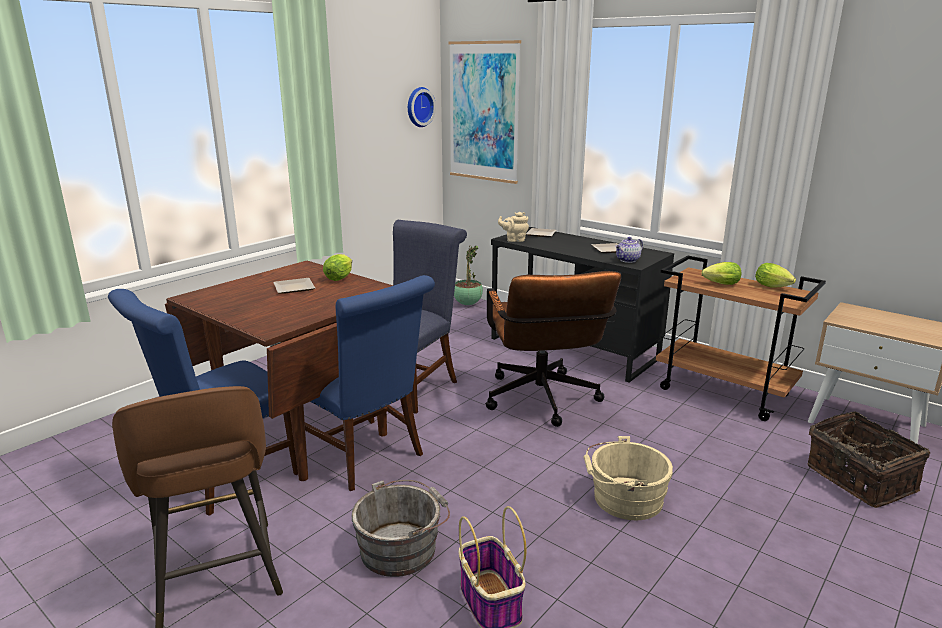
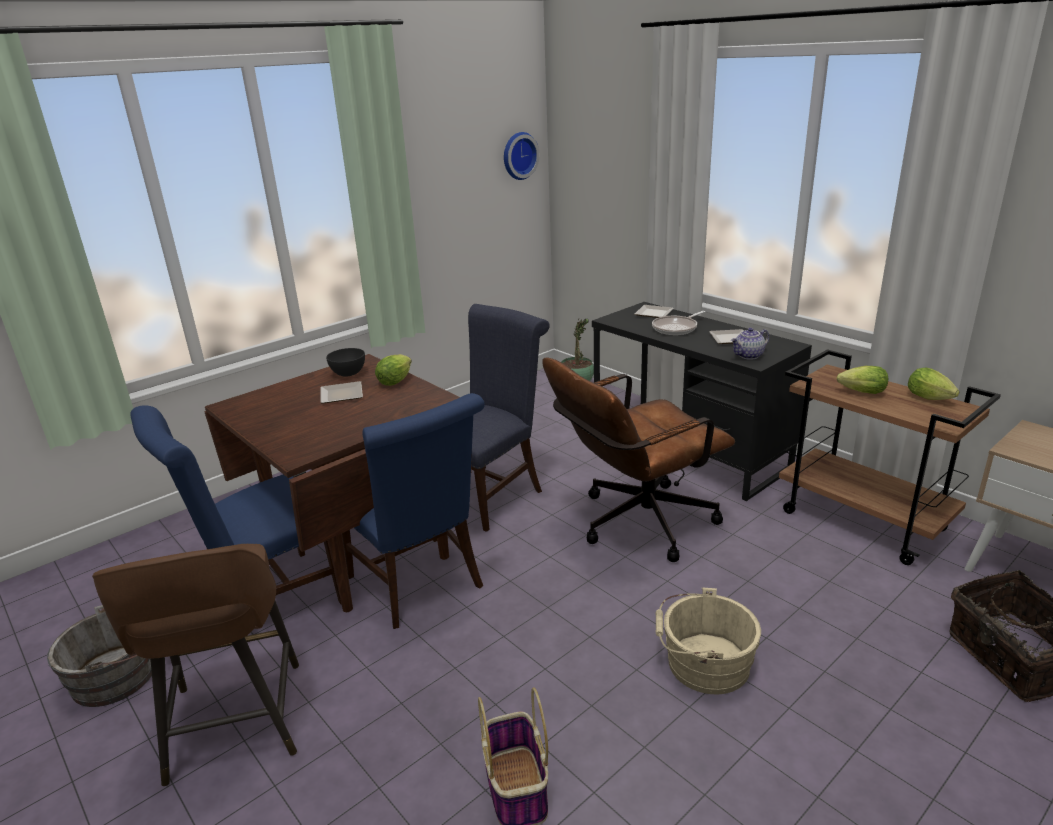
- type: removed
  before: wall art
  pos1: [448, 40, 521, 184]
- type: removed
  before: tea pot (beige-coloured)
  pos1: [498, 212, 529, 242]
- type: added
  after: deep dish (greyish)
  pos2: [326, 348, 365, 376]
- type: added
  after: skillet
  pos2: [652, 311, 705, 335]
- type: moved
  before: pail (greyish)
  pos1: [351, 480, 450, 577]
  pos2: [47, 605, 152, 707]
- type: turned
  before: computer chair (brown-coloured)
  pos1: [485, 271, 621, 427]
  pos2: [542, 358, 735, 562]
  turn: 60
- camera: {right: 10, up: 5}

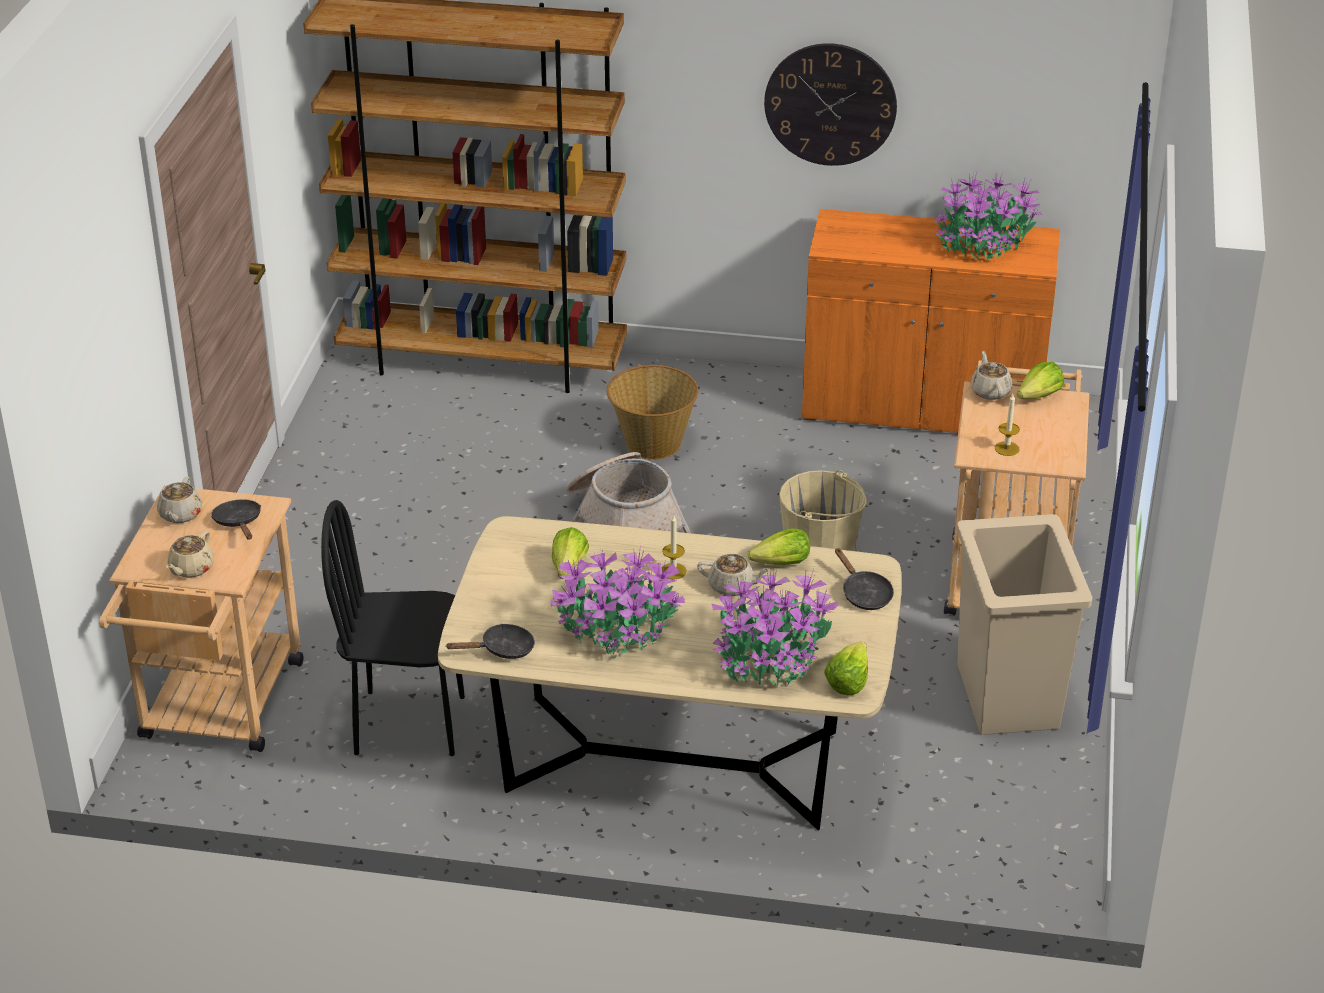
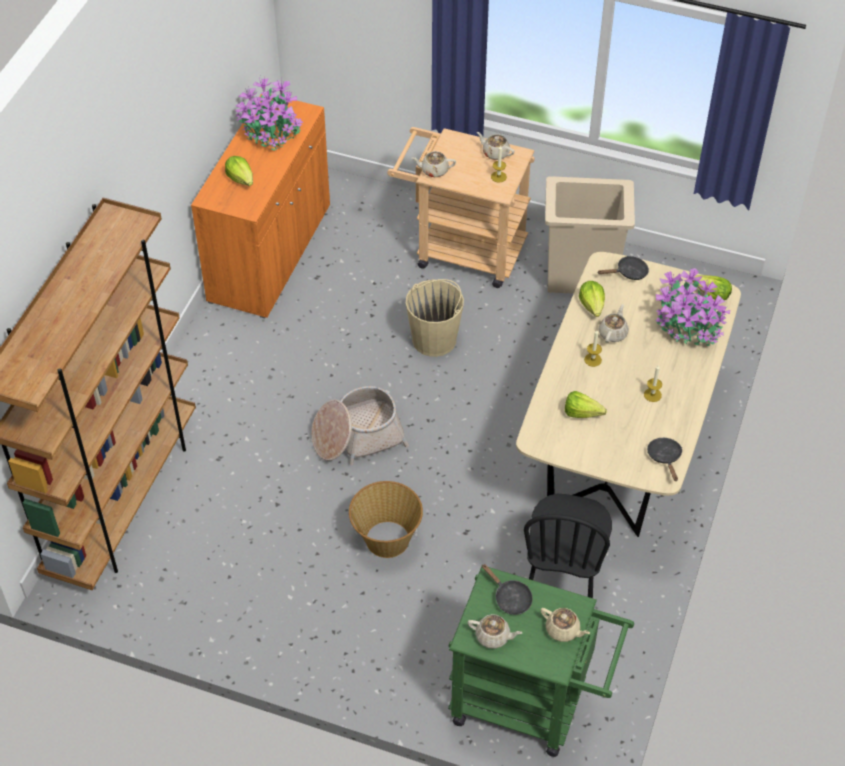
- type: removed
  before: clock on the wall
  pos1: [764, 43, 897, 166]
- type: added
  after: tea pot (beige-coloured)
  pos2: [477, 132, 514, 160]
- type: moved
  before: basket
  pos1: [607, 365, 699, 460]
  pos2: [349, 481, 423, 558]
- type: moved
  before: head of lettuce
  pos1: [1017, 362, 1064, 399]
  pos2: [225, 156, 253, 186]
- type: replaced
  before: houseplant
  after: candle
  pos1: [550, 545, 685, 658]
  pos2: [644, 365, 662, 402]
- type: recoloured
  before: cart (beige-coloured)
  after: cart (green-coloured)
  pos1: [99, 485, 304, 752]
  pos2: [448, 565, 634, 757]
- type: turned
  before: skillet (blackish)
  pos1: [211, 499, 261, 540]
  pos2: [482, 564, 533, 615]
  turn: -120
- camera: {right: -80, up: 15}

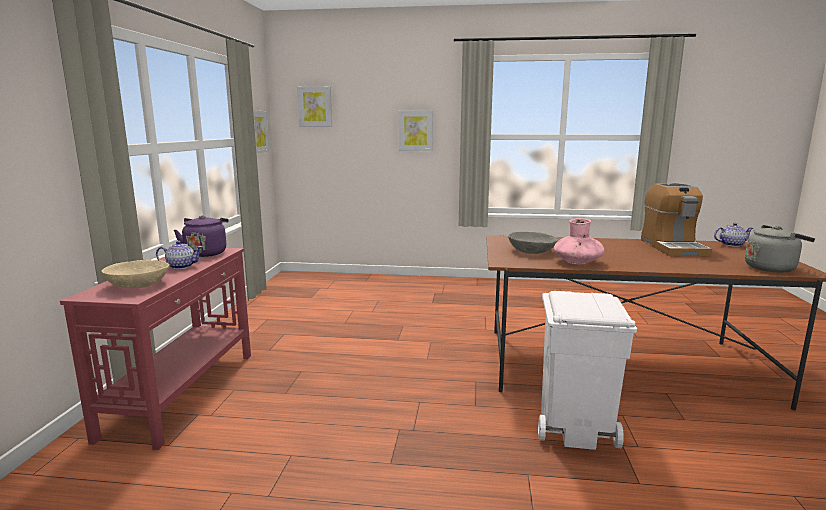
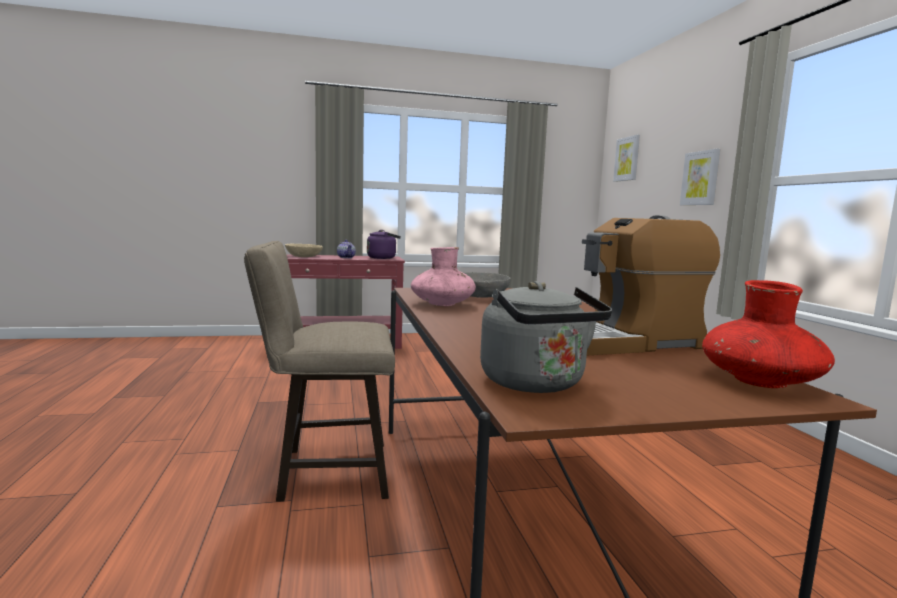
- type: removed
  before: wall art
  pos1: [253, 110, 269, 153]
- type: replaced
  before: rubbish bin (whitish)
  after: stool seat (beige-coloured)
  pos1: [538, 291, 637, 450]
  pos2: [244, 241, 395, 501]
- type: replaced
  before: tea pot
  after: flower vase (red)
  pos1: [714, 223, 754, 247]
  pos2: [702, 280, 835, 388]
- camera: {right: 70, up: -5}

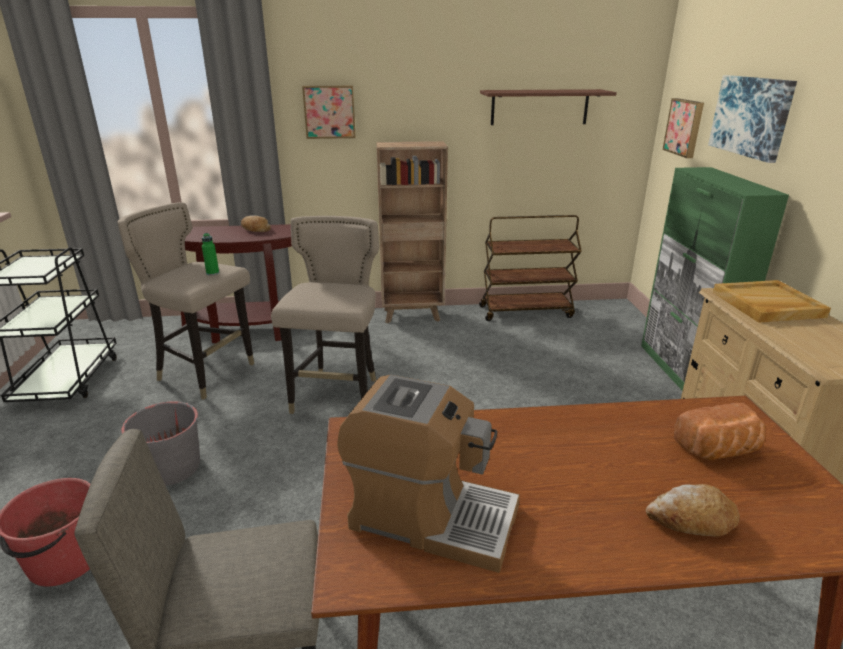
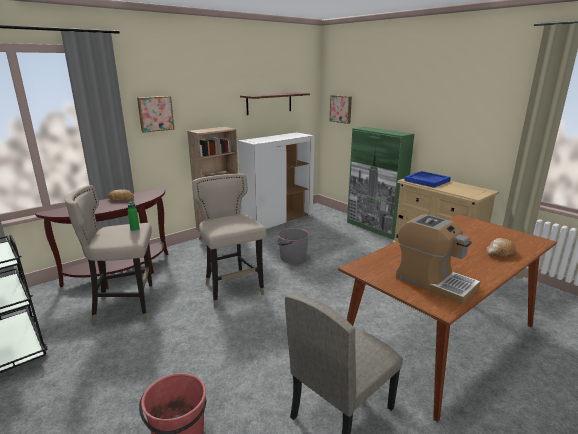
- type: removed
  before: bread
  pos1: [674, 403, 766, 460]
- type: removed
  before: wall art
  pos1: [708, 75, 797, 163]
- type: moved
  before: pail (greyish)
  pos1: [121, 401, 200, 486]
  pos2: [277, 228, 309, 264]
- type: replaced
  before: cart (brown-coloured)
  after: cupboard (whitish)
  pos1: [479, 215, 582, 321]
  pos2: [238, 132, 315, 229]
- type: recoloured
  before: serving tray (beige-coloured)
  after: serving tray (blue)
  pos1: [713, 280, 831, 323]
  pos2: [404, 171, 451, 188]
- type: turned
  before: coffee maker
  pos1: [337, 375, 520, 573]
  pos2: [396, 214, 480, 304]
  turn: 60
- camera: {right: -35, up: -5}

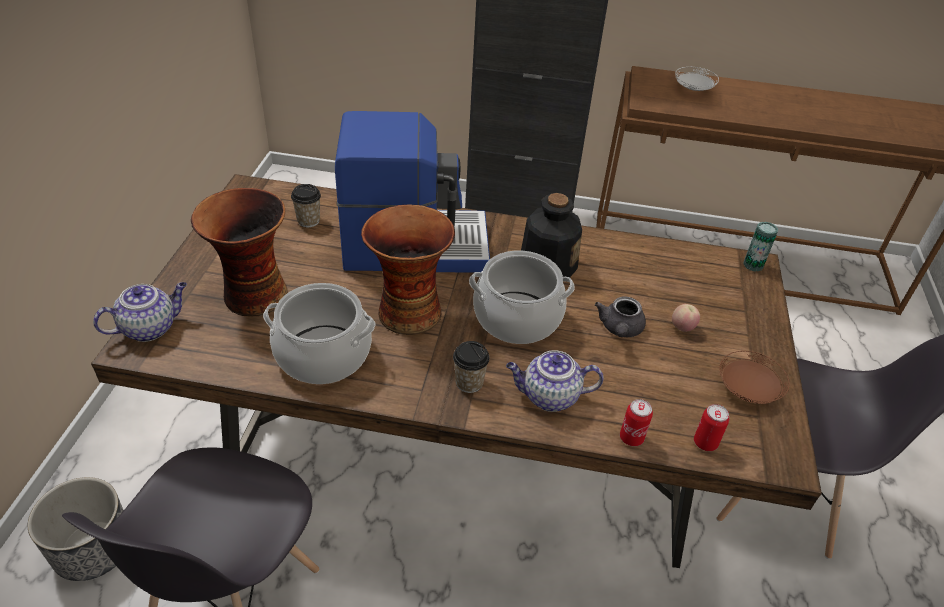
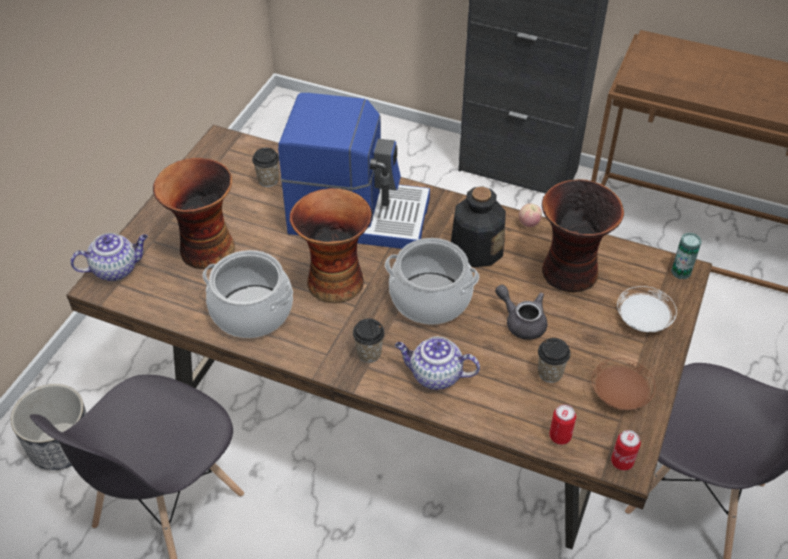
- type: added
  after: drinking cup
  pos2: [538, 338, 571, 383]
- type: added
  after: flower vase
  pos2: [542, 179, 624, 292]
- type: moved
  before: can
  pos1: [620, 399, 653, 446]
  pos2: [611, 430, 641, 471]
- type: moved
  before: apple fruit
  pos1: [672, 304, 700, 332]
  pos2: [518, 203, 542, 227]
- type: moved
  before: plate (whitish)
  pos1: [675, 67, 719, 91]
  pos2: [617, 286, 677, 332]
- type: turned
  before: tea pot (greyish)
  pos1: [595, 296, 646, 337]
  pos2: [495, 285, 547, 340]
  turn: 105
- camera: {right: 15, up: 5}

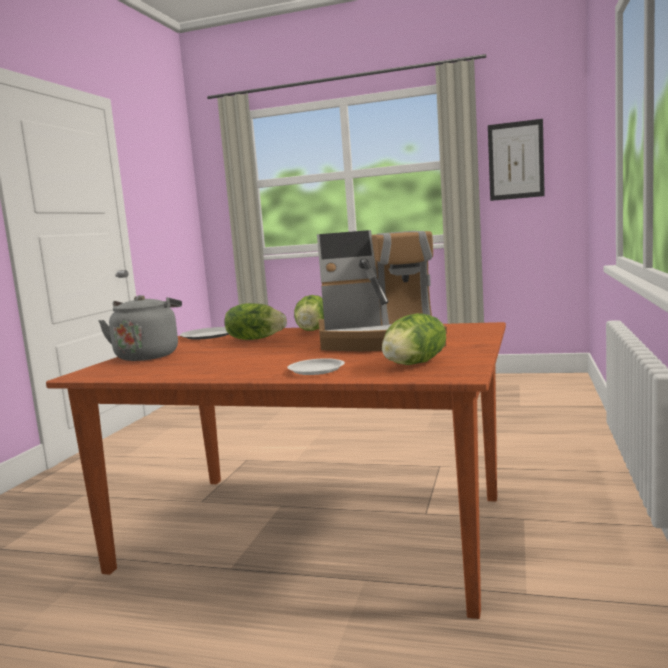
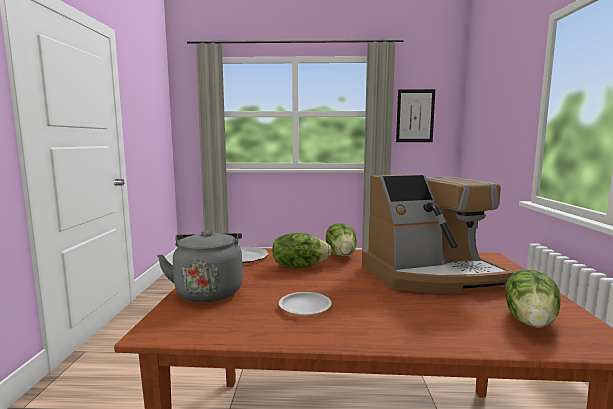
- type: moved
  before: plate (whitish)
  pos1: [287, 358, 345, 375]
  pos2: [279, 292, 332, 316]
- camera: {right: -15, up: 0}

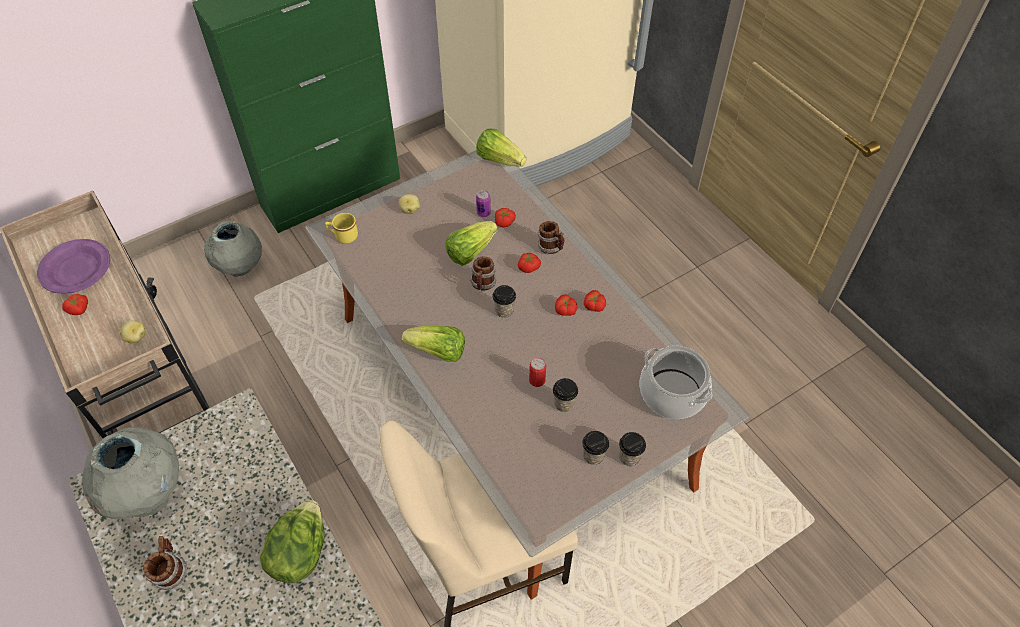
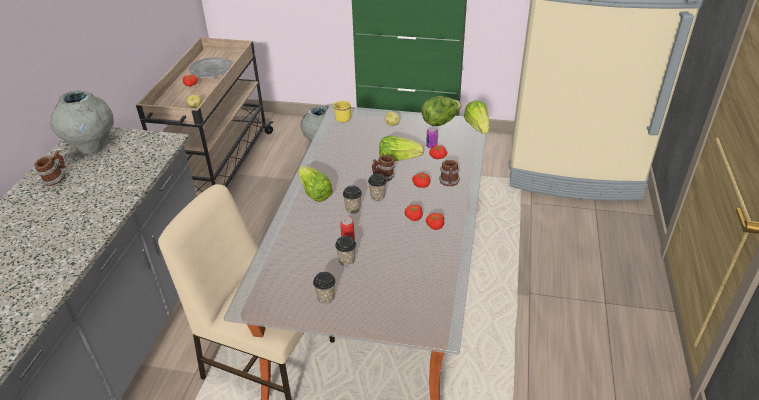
- type: removed
  before: saucepot
  pos1: [639, 346, 712, 419]
- type: moved
  before: head of lettuce
  pos1: [260, 500, 324, 583]
  pos2: [421, 96, 462, 126]
- type: moved
  before: drinking cup
  pos1: [619, 432, 646, 466]
  pos2: [343, 186, 362, 214]
- type: recoloured
  before: plate (purple)
  after: plate (greyish)
  pos1: [37, 239, 110, 294]
  pos2: [189, 57, 232, 78]
- camera: {right: 45, up: -15}

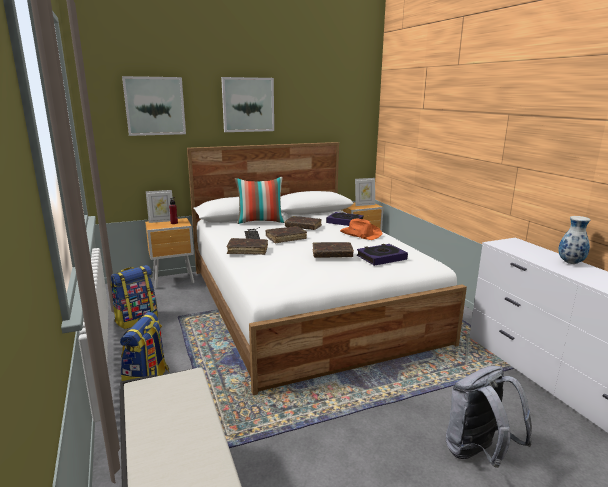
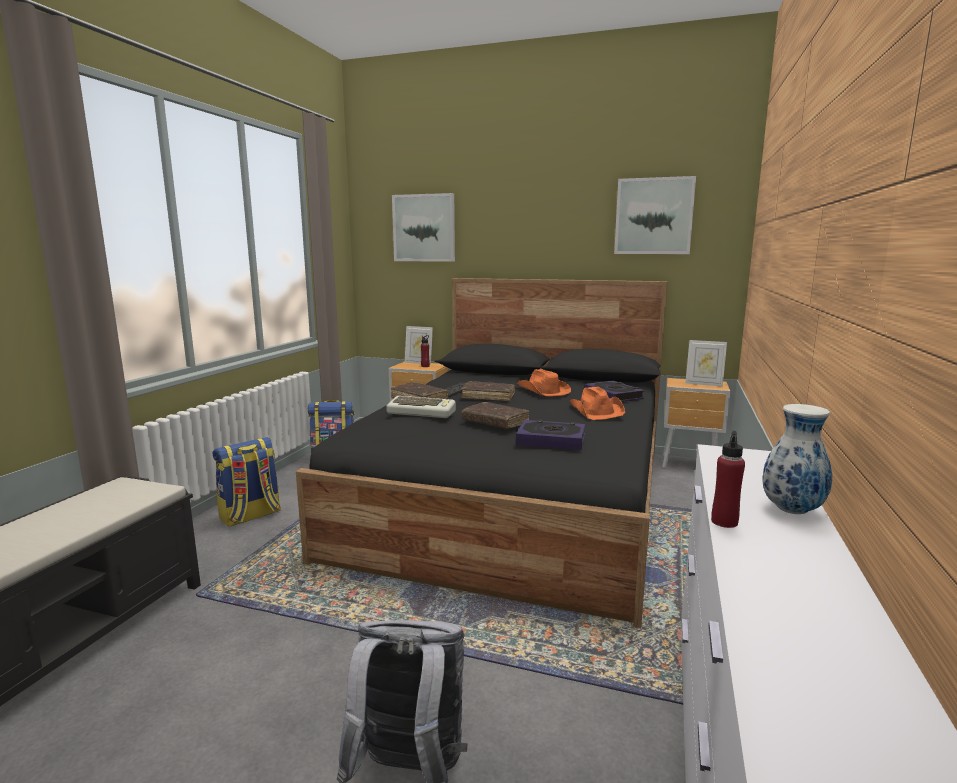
- type: removed
  before: pillow
  pos1: [235, 177, 285, 224]
- type: added
  after: computer keyboard
  pos2: [386, 396, 456, 418]
- type: added
  after: drink bottle (red)
  pos2: [711, 431, 745, 528]
- type: moved
  before: wall art
  pos1: [221, 77, 274, 132]
  pos2: [614, 176, 696, 254]
- type: replaced
  before: bound book (brown-coloured)
  after: clothing hat (orange-coloured)
  pos1: [285, 216, 322, 230]
  pos2: [517, 369, 571, 396]
- type: recoloured
  before: bedroom bed (whitish)
  after: bedroom bed (blackish)
  pos1: [187, 142, 467, 395]
  pos2: [296, 278, 668, 628]
- camera: {right: 40, up: -5}

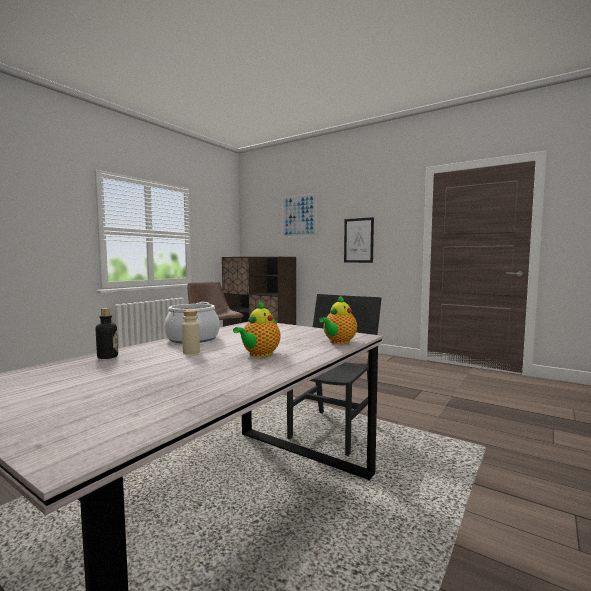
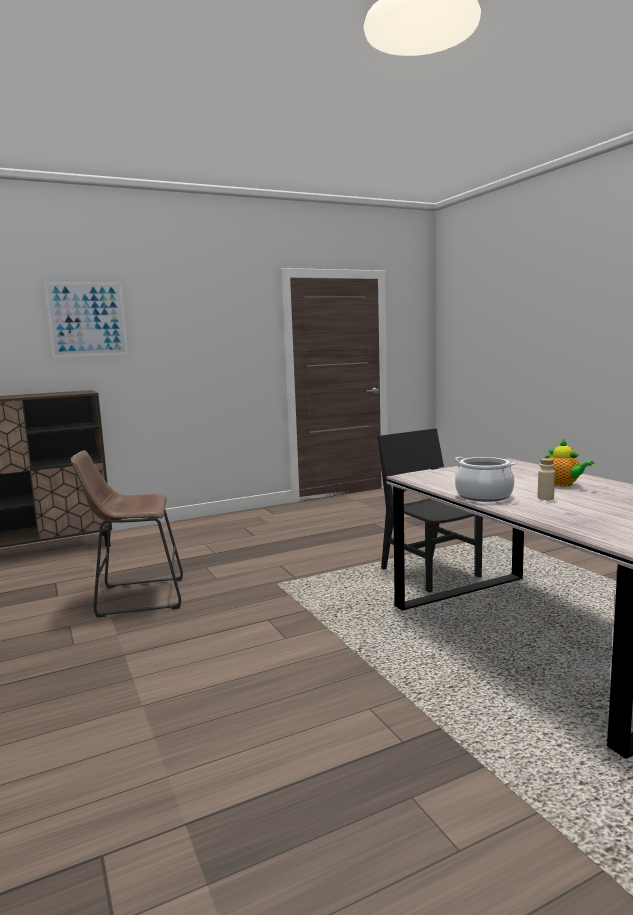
- type: removed
  before: drink bottle
  pos1: [96, 308, 118, 359]
- type: removed
  before: tea pot
  pos1: [319, 295, 357, 344]
- type: removed
  before: wall art
  pos1: [344, 217, 374, 263]
- camera: {right: -60, up: 5}

